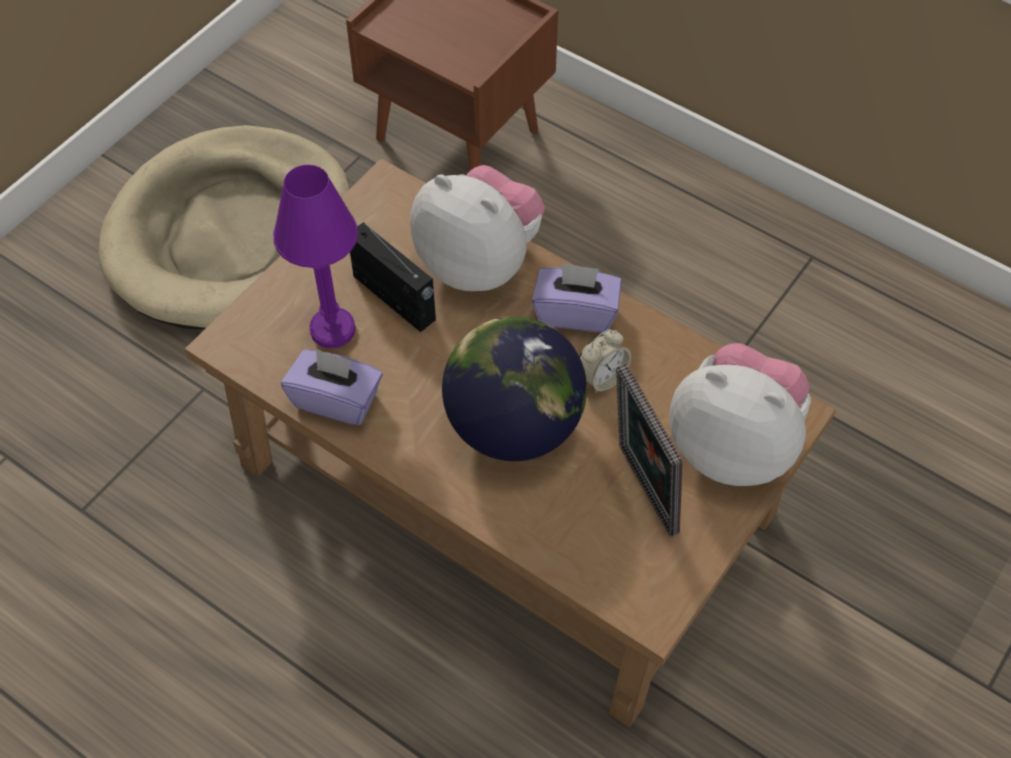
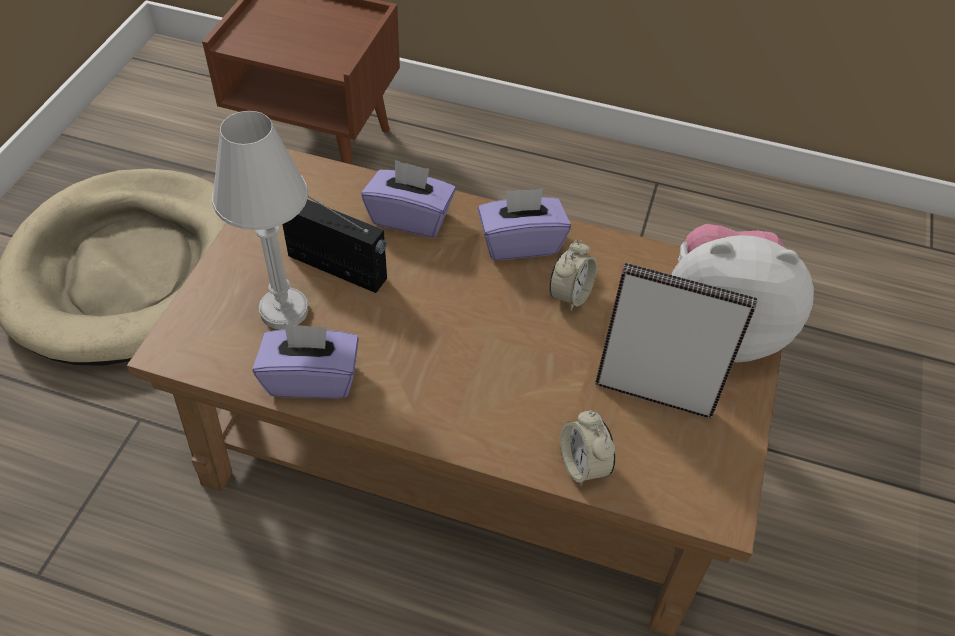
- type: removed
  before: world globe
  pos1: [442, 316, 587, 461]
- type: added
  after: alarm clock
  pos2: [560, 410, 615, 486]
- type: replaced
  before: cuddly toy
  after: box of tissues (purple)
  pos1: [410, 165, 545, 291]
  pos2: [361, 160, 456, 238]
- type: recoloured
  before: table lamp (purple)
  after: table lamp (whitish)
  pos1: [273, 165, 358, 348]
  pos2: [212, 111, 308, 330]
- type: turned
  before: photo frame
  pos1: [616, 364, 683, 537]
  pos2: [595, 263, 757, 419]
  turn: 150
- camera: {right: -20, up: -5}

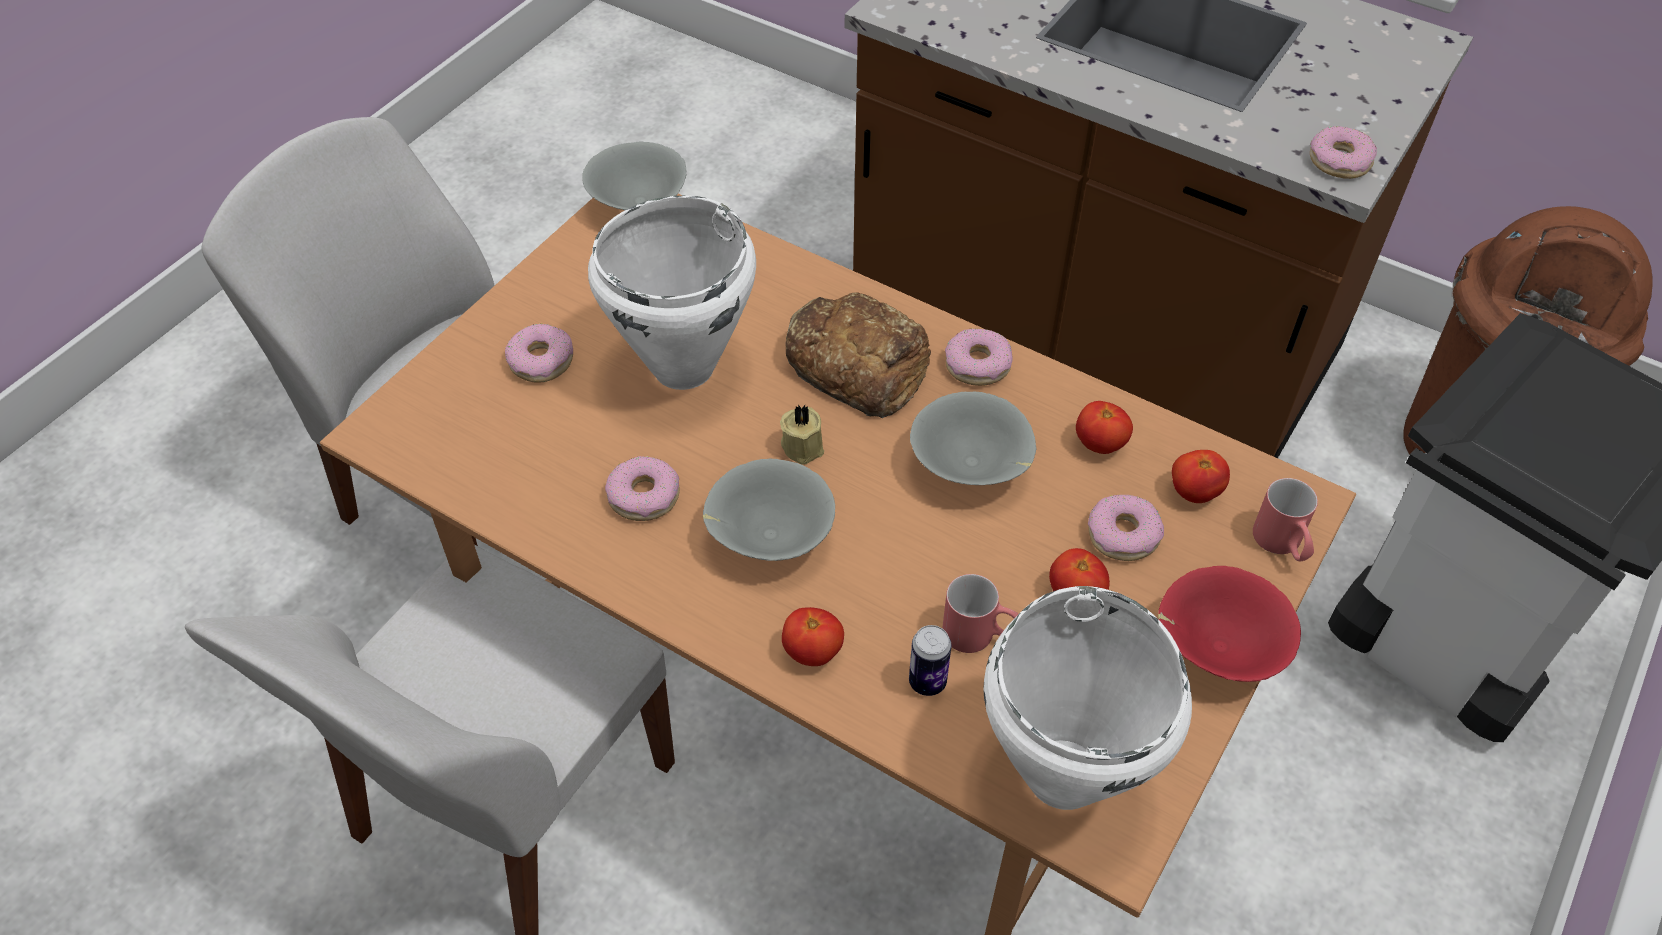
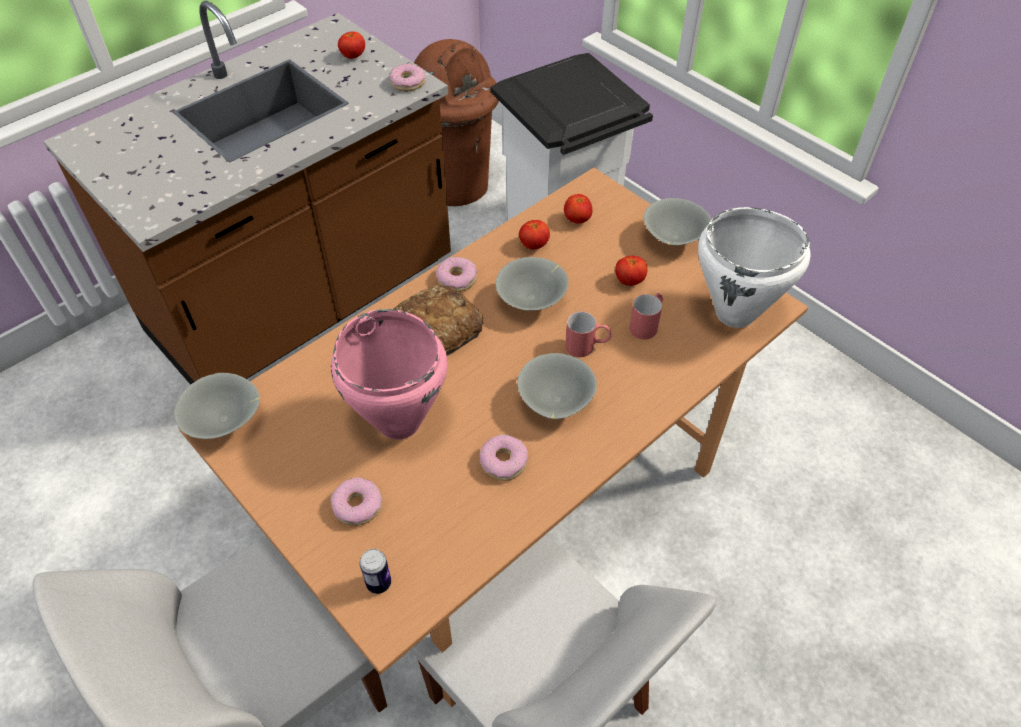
- type: removed
  before: candle (beige-coloured)
  pos1: [780, 404, 824, 465]
- type: removed
  before: doughnut
  pos1: [1088, 494, 1164, 561]
- type: moved
  before: whole tomato
  pos1: [782, 607, 844, 666]
  pos2: [338, 32, 365, 59]
- type: moved
  before: can
  pos1: [909, 625, 952, 696]
  pos2: [360, 549, 391, 594]
- type: moved
  before: mug (red)
  pos1: [1253, 478, 1318, 561]
  pos2: [565, 311, 611, 357]
- type: recoloured
  before: saucepot (whitish)
  after: saucepot (pinkish)
  pos1: [588, 195, 756, 390]
  pos2: [331, 309, 447, 440]
- type: recoloured
  before: deep dish (red)
  after: deep dish (greyish)
  pos1: [1158, 566, 1301, 682]
  pos2: [644, 198, 711, 245]
- camera: {right: -75, up: 0}

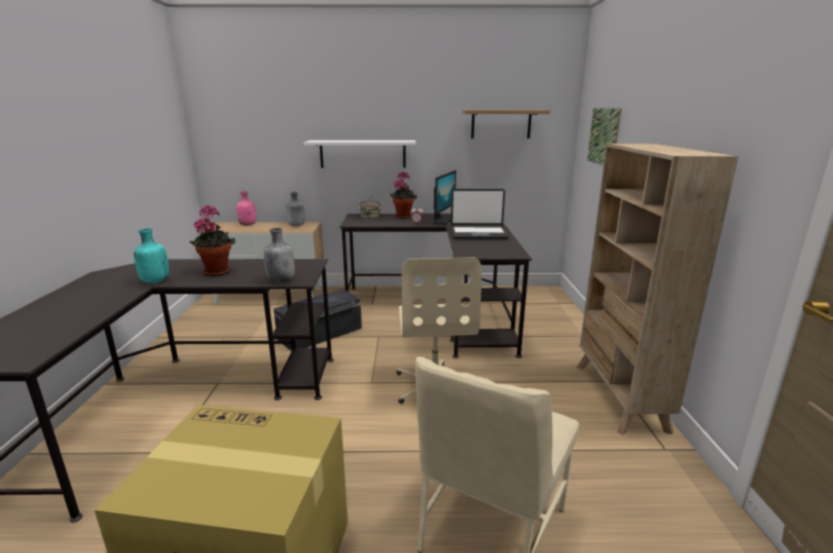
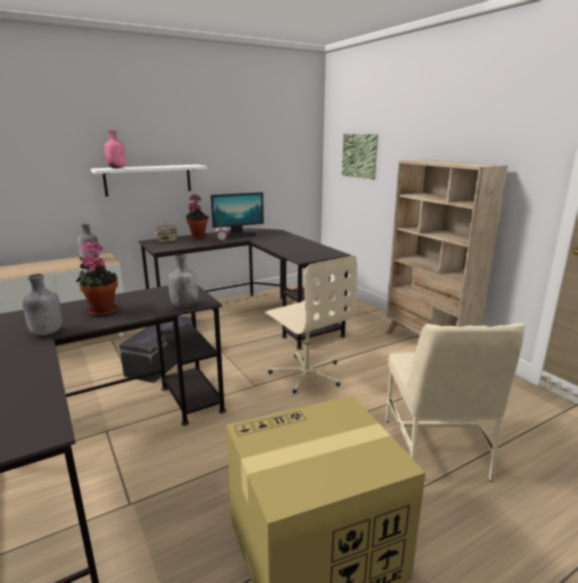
- type: removed
  before: notebook computer
  pos1: [451, 189, 509, 239]
- type: removed
  before: bracket shelf
  pos1: [462, 110, 550, 139]
- type: moved
  before: drink bottle (pinkish)
  pos1: [236, 191, 256, 226]
  pos2: [104, 130, 126, 168]
- type: recoloured
  before: drink bottle (turquoise)
  after: drink bottle (greyish)
  pos1: [134, 228, 169, 283]
  pos2: [22, 274, 63, 335]
- type: turned
  before: monitor
  pos1: [433, 170, 456, 225]
  pos2: [211, 192, 264, 239]
  turn: 75
- camera: {right: -30, up: 0}

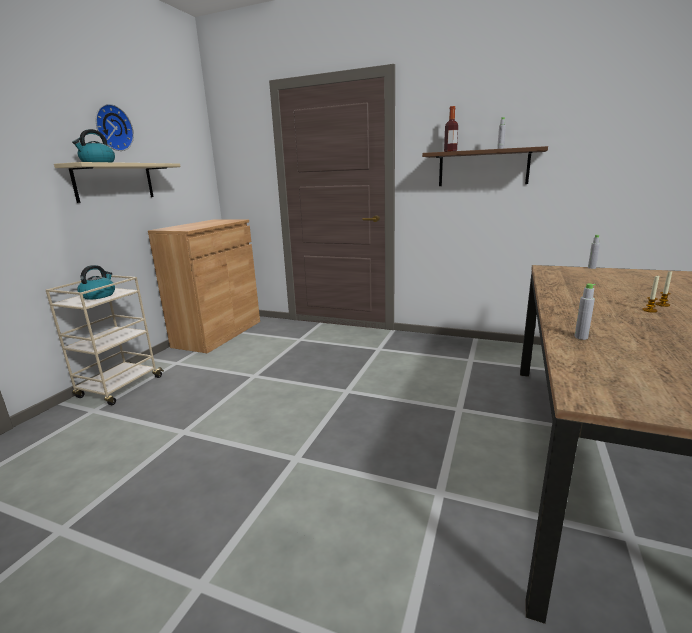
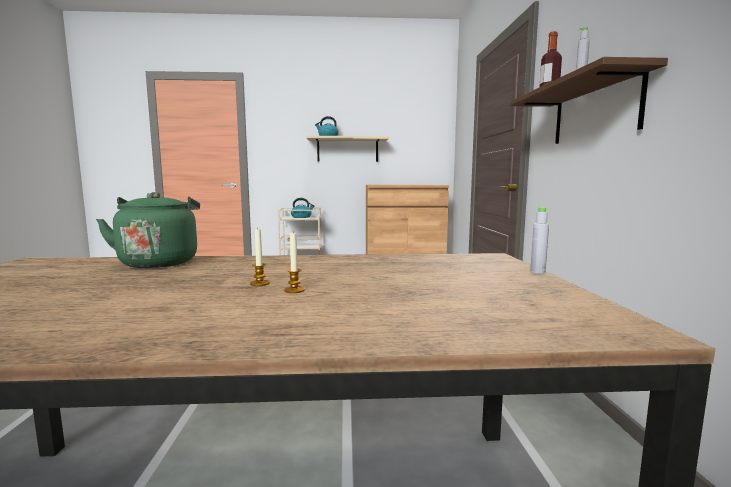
- type: removed
  before: clock on the wall
  pos1: [96, 104, 134, 151]
- type: replaced
  before: drink bottle (greyish)
  after: kettle (green-coloured)
  pos1: [575, 283, 596, 340]
  pos2: [96, 192, 200, 268]
- camera: {right: 65, up: -10}

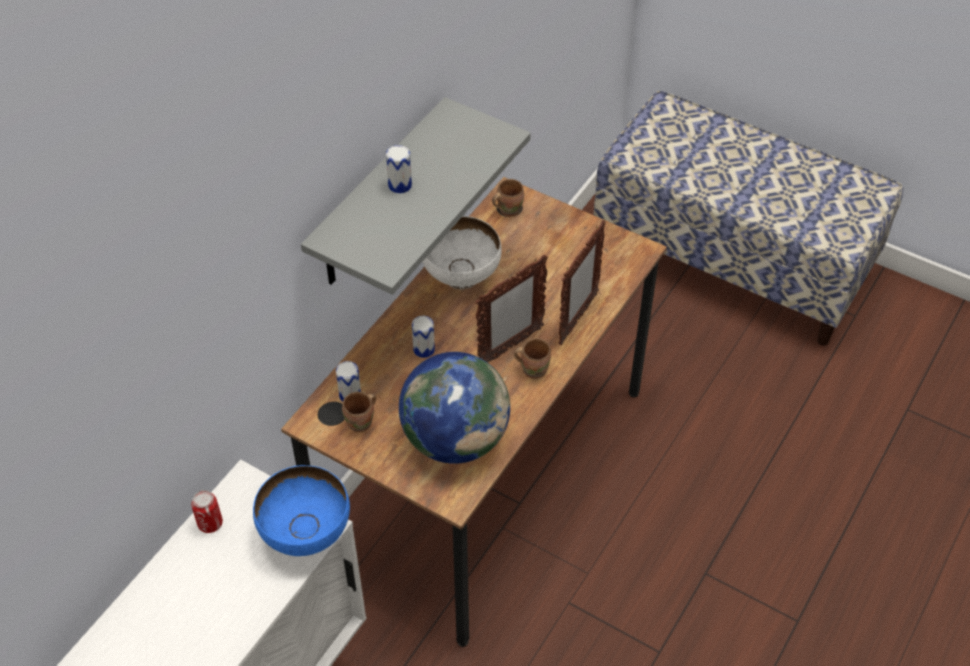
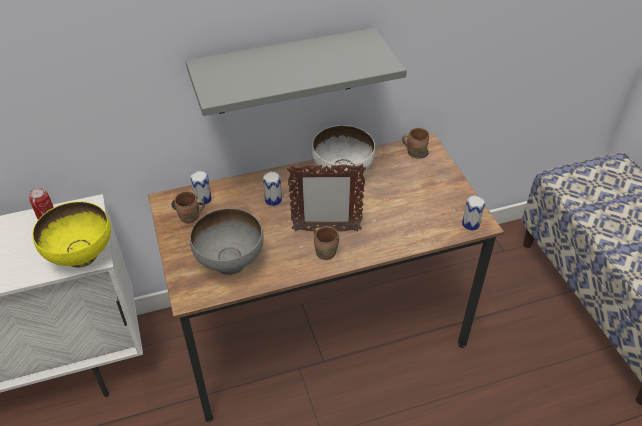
- type: removed
  before: photo frame
  pos1: [558, 220, 606, 345]
- type: moved
  before: can
  pos1: [386, 145, 412, 193]
  pos2: [462, 195, 485, 230]
- type: replaced
  before: world globe
  after: deep dish (greyish)
  pos1: [399, 352, 510, 464]
  pos2: [190, 208, 264, 275]
- type: recoloured
  before: deep dish (blue)
  after: deep dish (yellow)
  pos1: [253, 465, 350, 556]
  pos2: [32, 201, 111, 268]
- camera: {right: 40, up: -5}

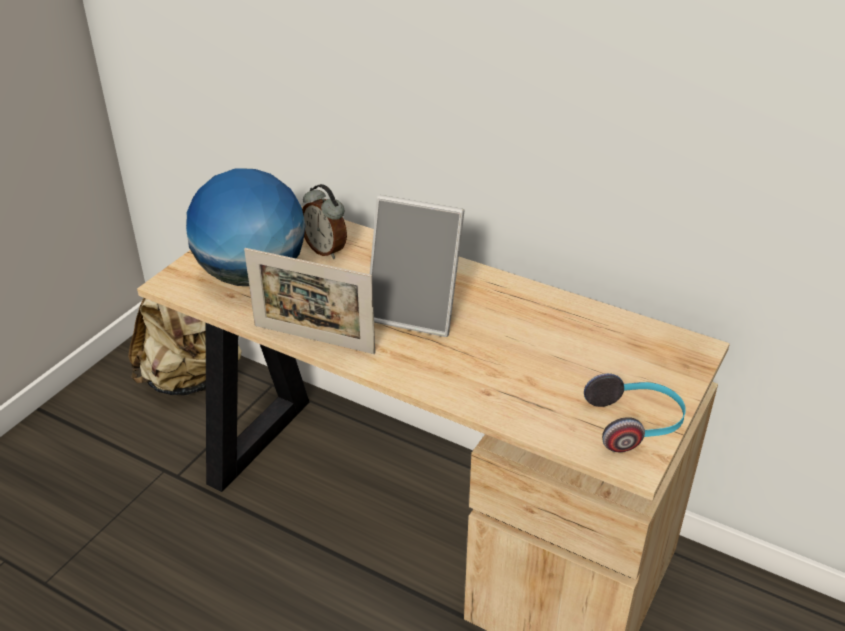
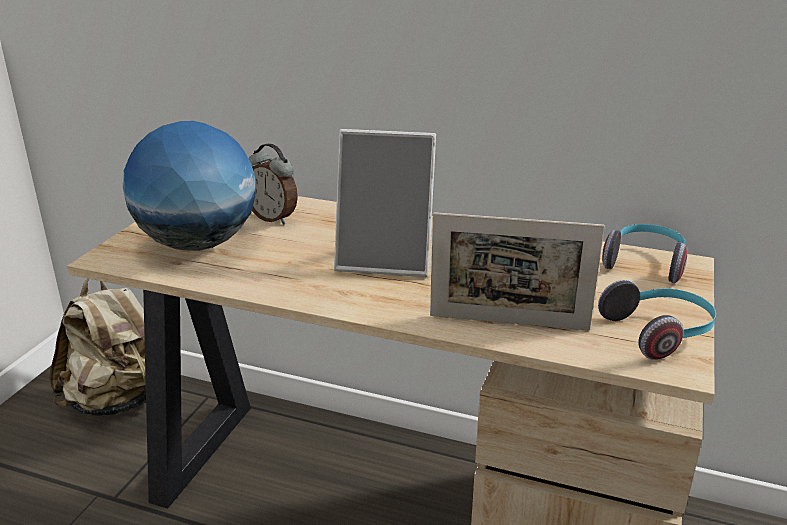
- type: added
  after: headphones
  pos2: [602, 224, 687, 283]
- type: moved
  before: photo frame
  pos1: [244, 248, 375, 354]
  pos2: [430, 212, 605, 330]
- camera: {right: -10, up: -10}

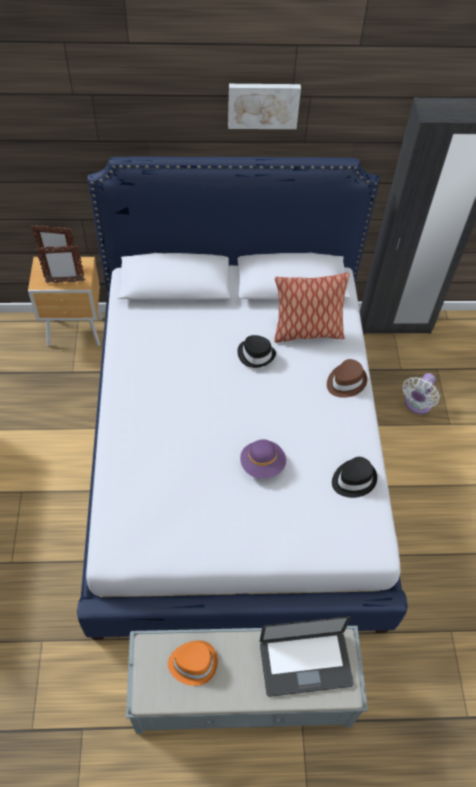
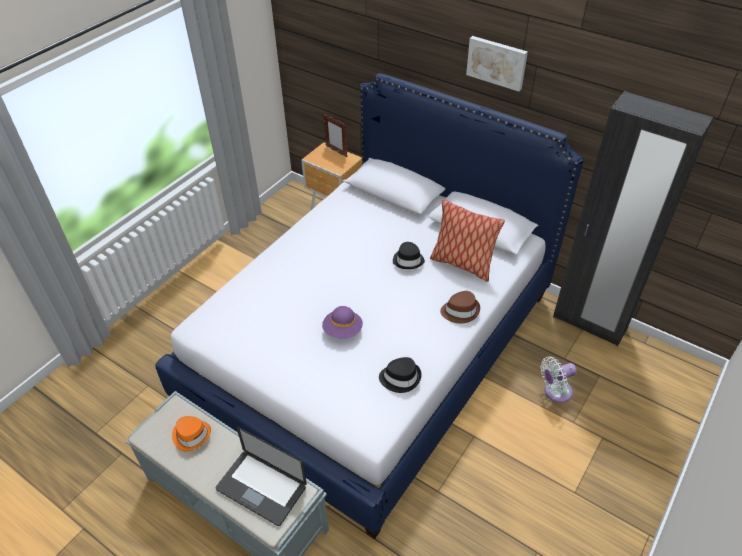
- type: removed
  before: photo frame
  pos1: [36, 245, 85, 283]
- camera: {right: 40, up: -10}

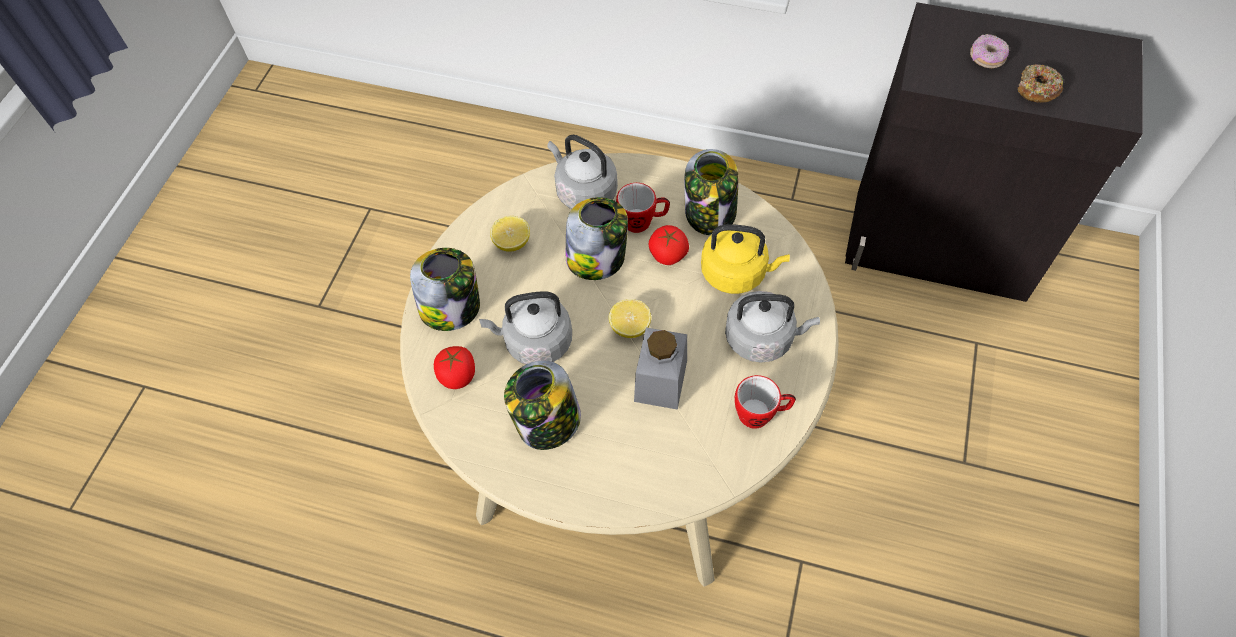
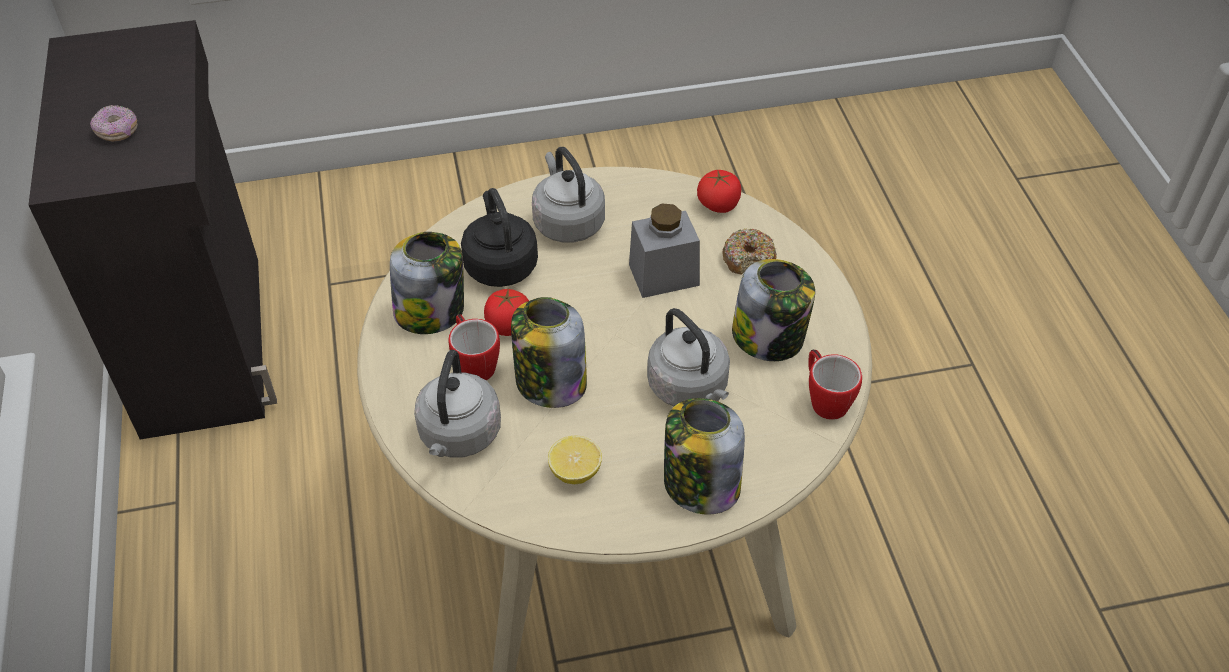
- type: removed
  before: lemon
  pos1: [609, 299, 651, 338]
- type: moved
  before: whole tomato
  pos1: [434, 346, 475, 389]
  pos2: [697, 169, 741, 213]
- type: moved
  before: mug
  pos1: [734, 375, 796, 429]
  pos2: [808, 349, 862, 420]
- type: moved
  before: doughnut
  pos1: [1017, 64, 1063, 103]
  pos2: [722, 228, 777, 275]
- type: recoloured
  before: kettle (yellow)
  after: kettle (blackish)
  pos1: [701, 224, 790, 294]
  pos2: [461, 188, 538, 287]
- camera: {right: -120, up: -10}

